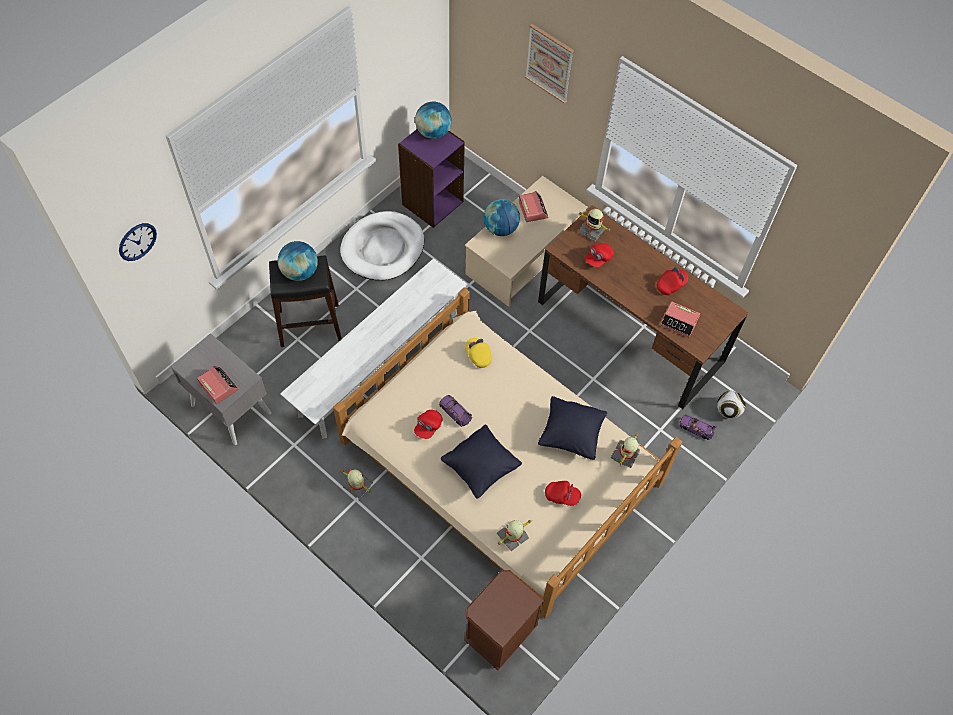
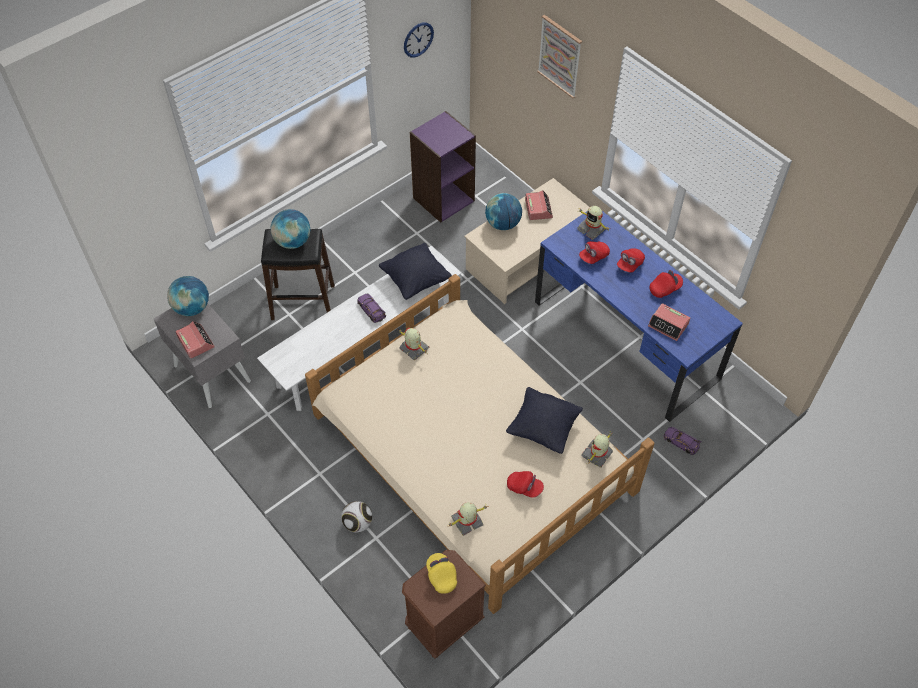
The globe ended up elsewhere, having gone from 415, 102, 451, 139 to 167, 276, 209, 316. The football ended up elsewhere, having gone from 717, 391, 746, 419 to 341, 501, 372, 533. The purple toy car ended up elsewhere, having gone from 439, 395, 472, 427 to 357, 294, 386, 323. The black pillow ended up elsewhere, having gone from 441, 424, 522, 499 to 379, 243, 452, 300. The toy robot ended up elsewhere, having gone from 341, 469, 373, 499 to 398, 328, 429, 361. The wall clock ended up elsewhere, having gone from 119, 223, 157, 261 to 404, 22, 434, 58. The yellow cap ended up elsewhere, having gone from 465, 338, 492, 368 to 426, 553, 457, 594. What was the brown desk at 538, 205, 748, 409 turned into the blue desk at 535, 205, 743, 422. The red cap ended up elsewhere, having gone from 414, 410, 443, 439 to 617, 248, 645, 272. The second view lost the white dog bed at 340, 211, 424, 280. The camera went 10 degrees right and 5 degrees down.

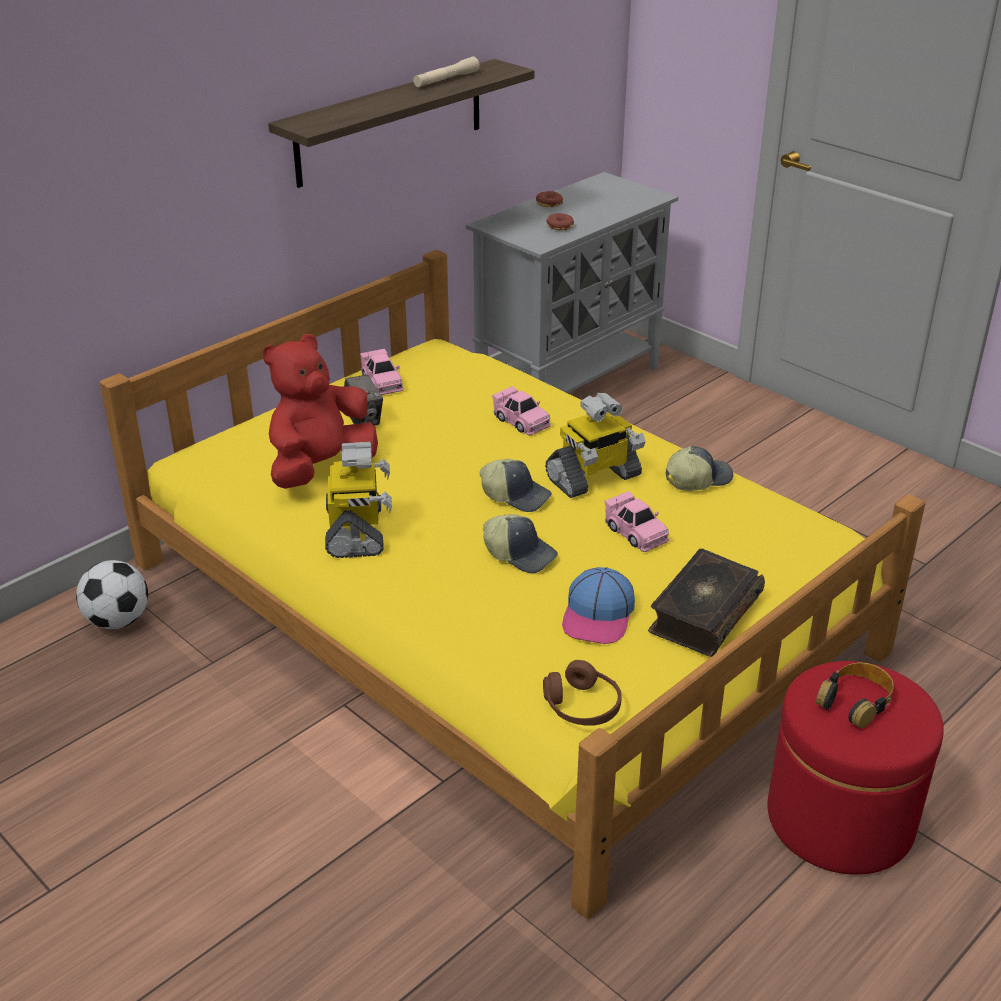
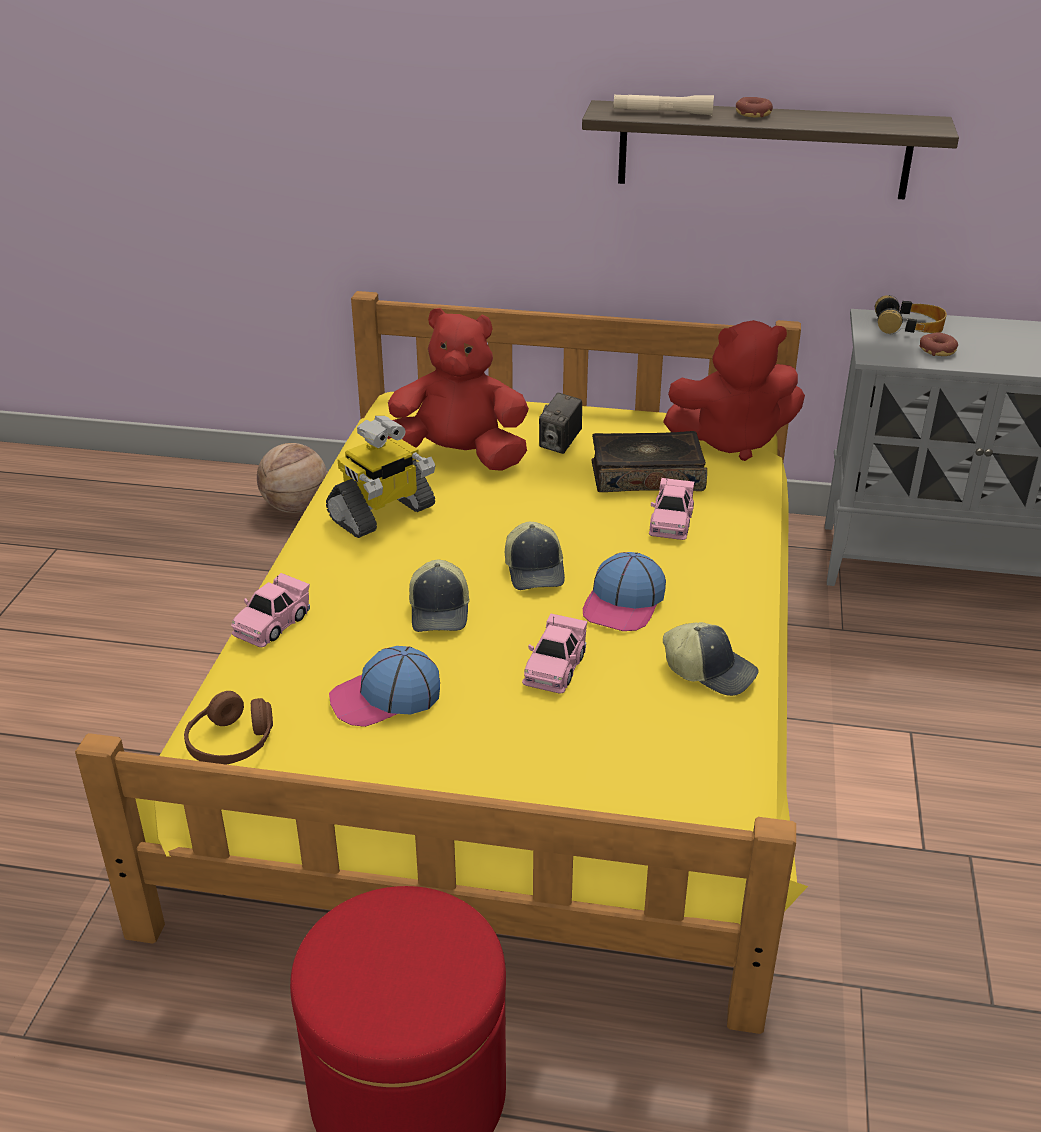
The pink toy car ended up elsewhere, having gone from 360, 349, 404, 395 to 231, 573, 310, 647. Where the football stood at 76, 560, 148, 629, the basketball came to stand at 257, 443, 327, 513. Where the toy robot stood at 545, 393, 646, 498, the cap came to stand at 583, 552, 666, 631. The book ended up elsewhere, having gone from 648, 549, 765, 657 to 591, 431, 707, 492. The beige flashlight ended up elsewhere, having gone from 413, 57, 480, 87 to 613, 94, 714, 115. The second view gained the red plush toy at 663, 320, 805, 461. The donut ended up elsewhere, having gone from 536, 191, 563, 207 to 736, 97, 773, 118. The headphones ended up elsewhere, having gone from 816, 663, 894, 728 to 875, 295, 947, 334. The camera went 55 degrees right and 0 degrees up.

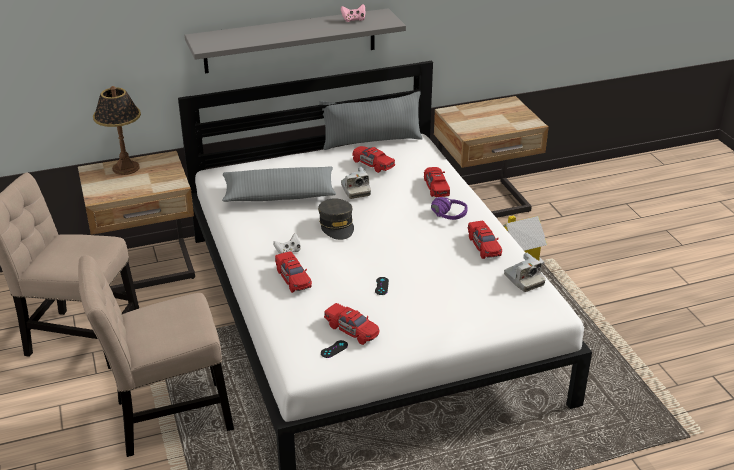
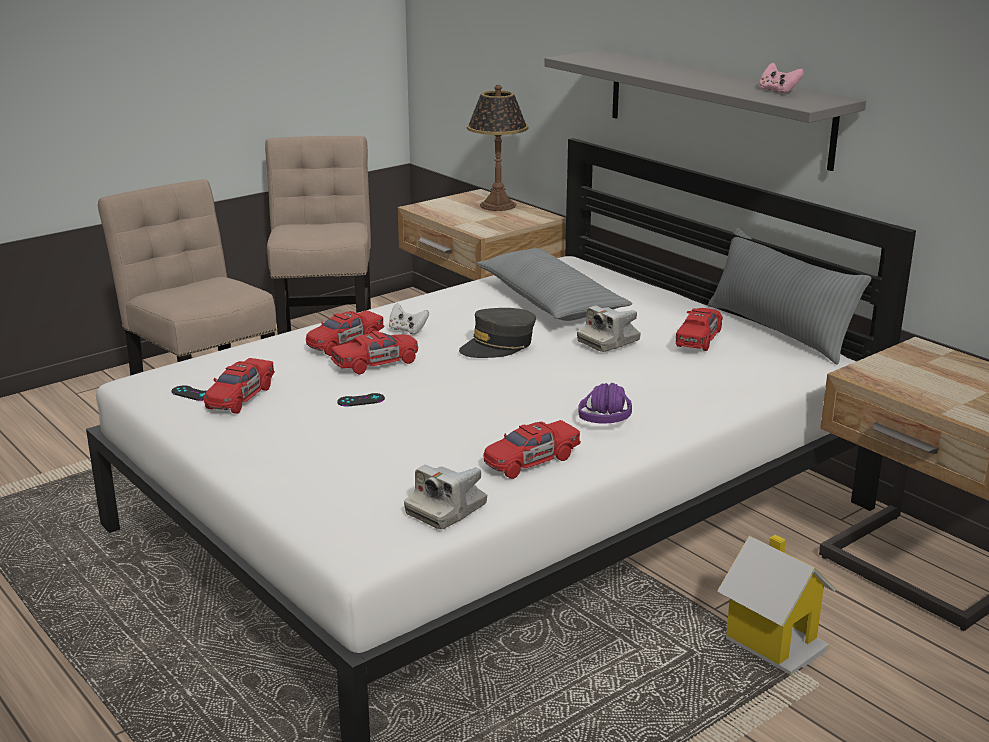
The red toy car ended up elsewhere, having gone from 424, 167, 450, 197 to 331, 331, 418, 374. The camera went 70 degrees right and 10 degrees down.

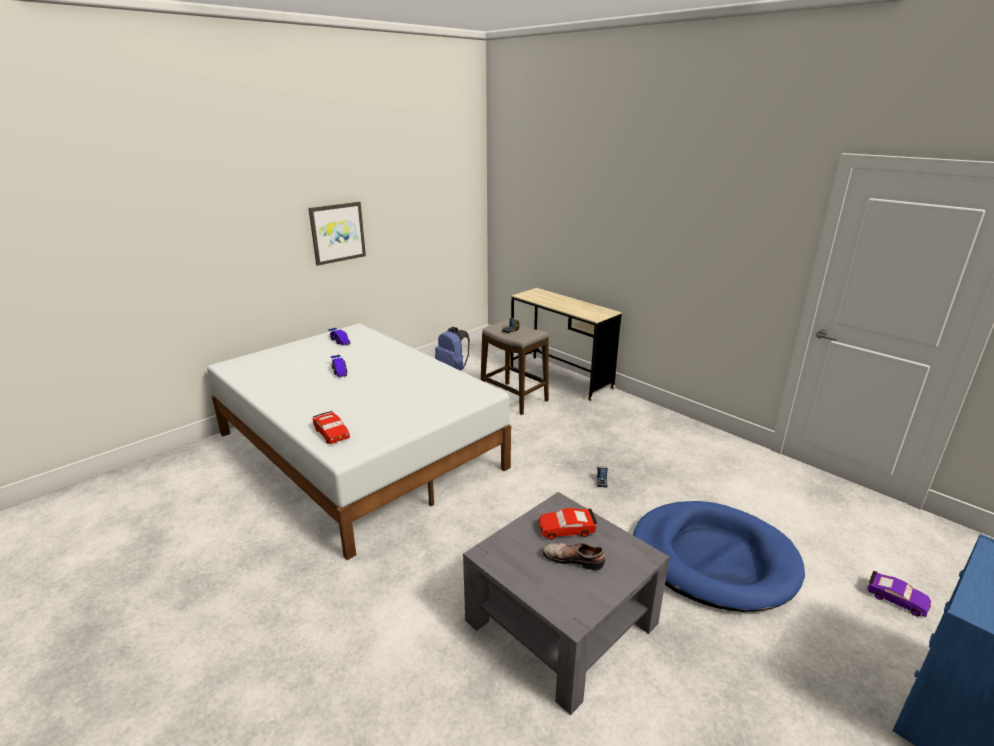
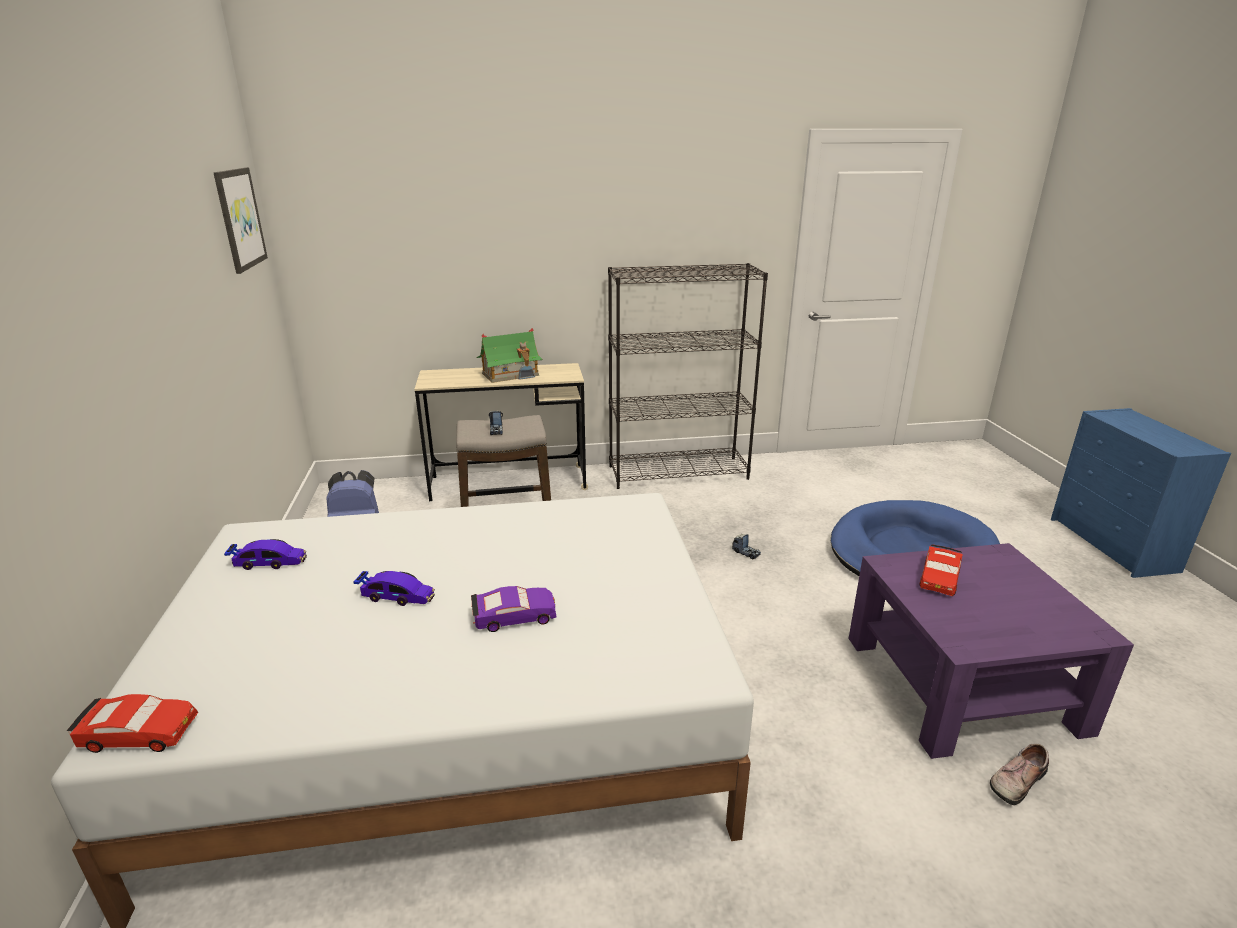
The red toy car ended up elsewhere, having gone from 313, 411, 350, 444 to 66, 694, 198, 753. The picture ended up elsewhere, having gone from 309, 202, 366, 266 to 214, 167, 268, 274. The purple toy car ended up elsewhere, having gone from 867, 571, 931, 617 to 471, 586, 556, 632. The second view gained the toy house at 476, 328, 543, 383. The second view gained the black bookcase at 608, 263, 768, 489. What was the grey coffee table at 463, 492, 669, 715 turned into the purple coffee table at 848, 543, 1134, 759. The shoe ended up elsewhere, having gone from 543, 543, 605, 570 to 990, 743, 1049, 805. The camera went 55 degrees left and 0 degrees up.

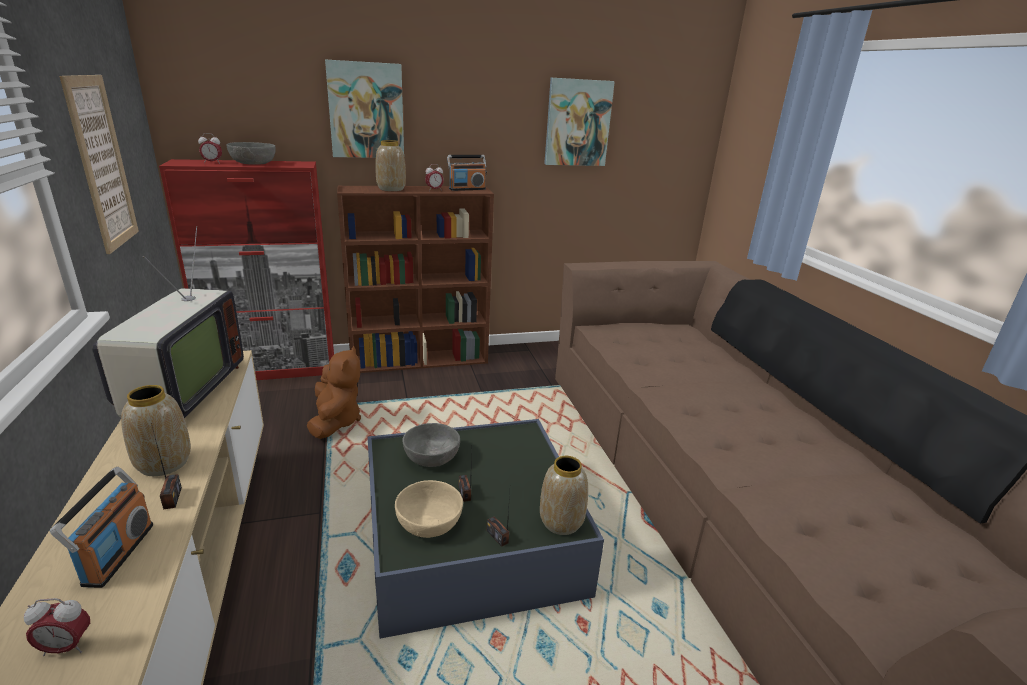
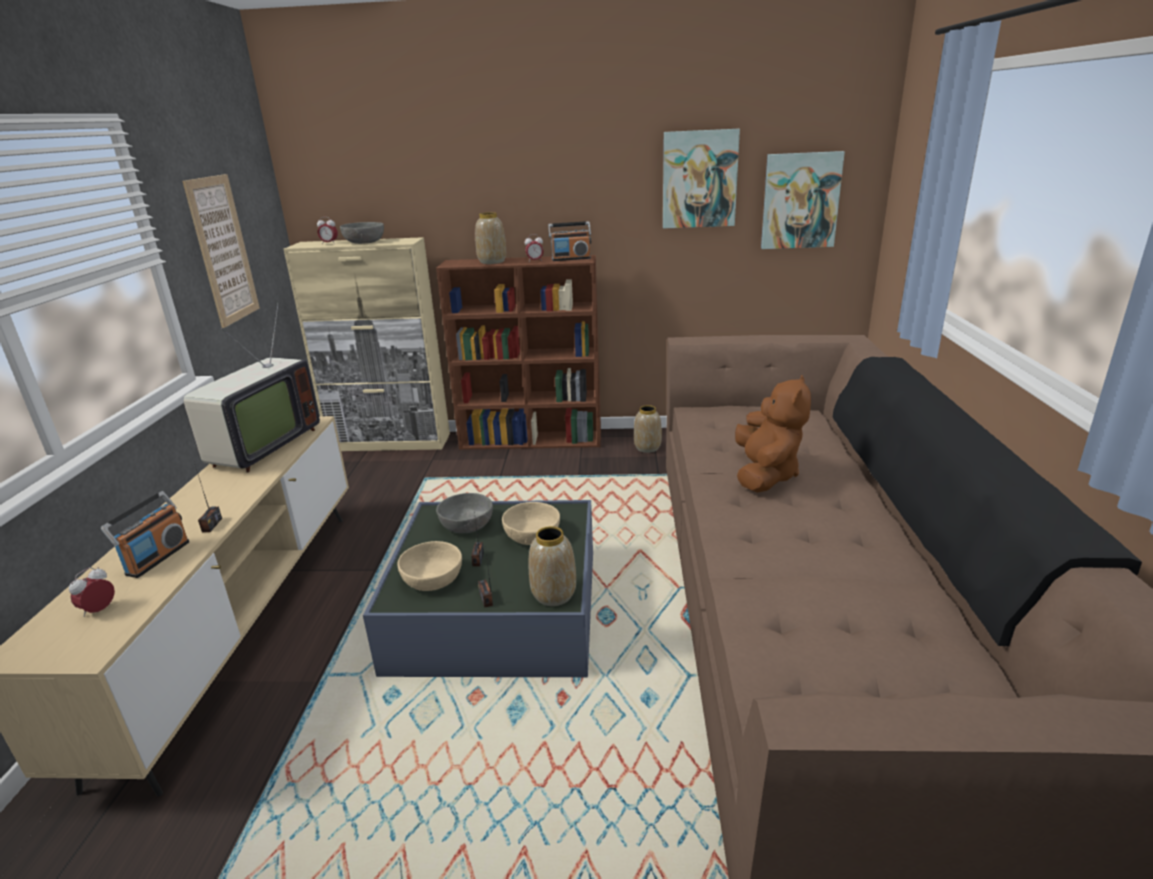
The alarm clock at 24, 598, 90, 656 ended up facing another way, 105 degrees clockwise from before. What was the red cabinet at 159, 159, 334, 380 turned into the beige cabinet at 283, 237, 450, 451. The second view gained the beige bowl at 502, 502, 560, 545. The vase ended up elsewhere, having gone from 121, 385, 191, 476 to 634, 405, 662, 453. The brown plush toy ended up elsewhere, having gone from 307, 346, 361, 439 to 735, 375, 811, 493. The picture ended up elsewhere, having gone from 325, 60, 404, 158 to 761, 151, 845, 249. The camera went 20 degrees right and 0 degrees up.

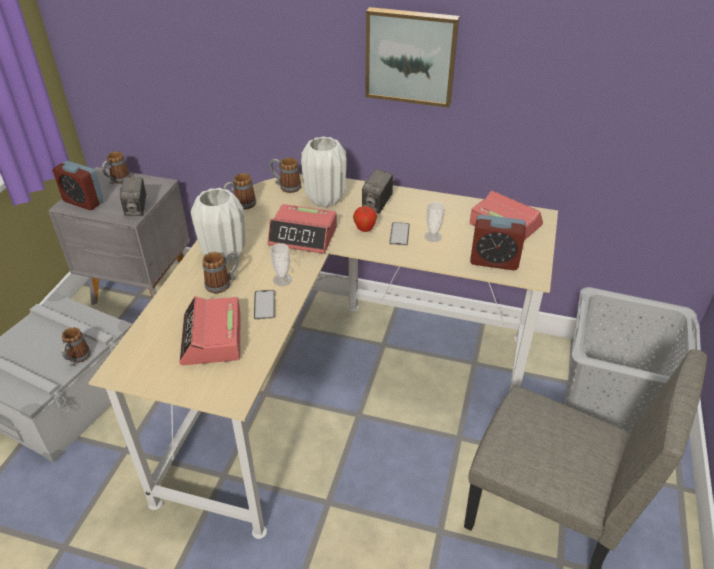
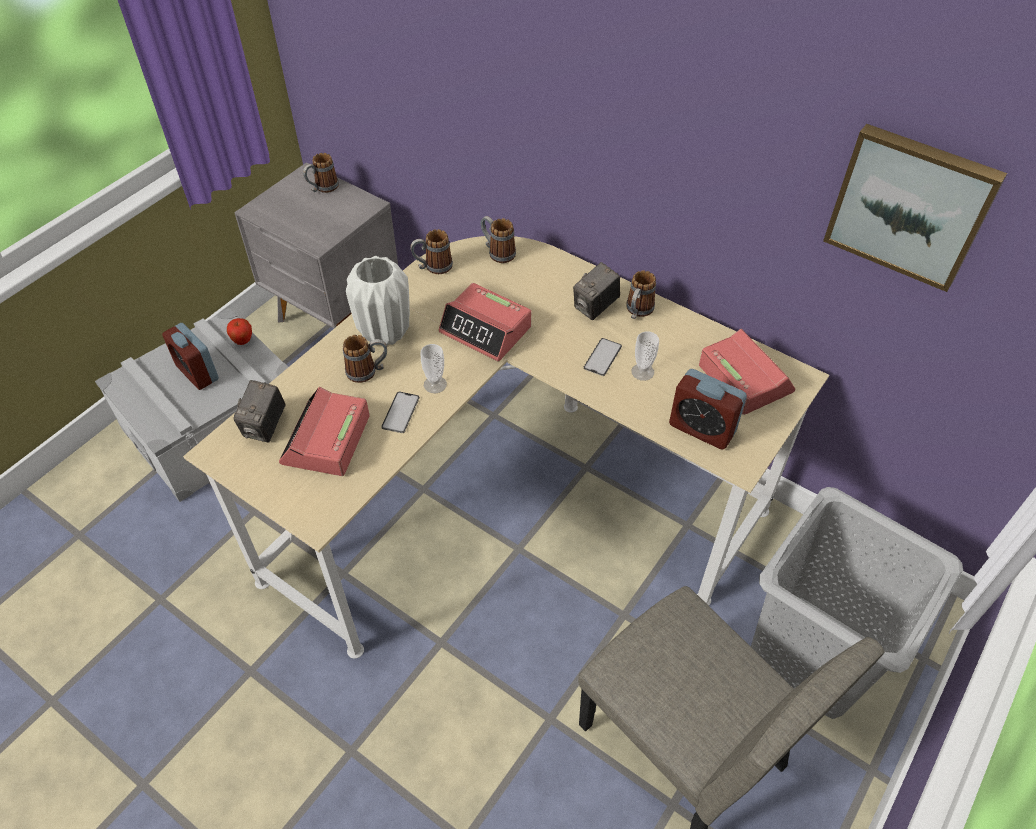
The alarm clock ended up elsewhere, having gone from 53, 161, 104, 210 to 162, 323, 219, 390. The apple ended up elsewhere, having gone from 353, 206, 377, 232 to 227, 318, 252, 345. The photo camera ended up elsewhere, having gone from 120, 177, 146, 216 to 233, 380, 286, 443. The mug ended up elsewhere, having gone from 61, 327, 91, 366 to 626, 270, 656, 319. The picture ended up elsewhere, having gone from 365, 7, 459, 108 to 823, 124, 1007, 292. The second view lost the white vase at 301, 136, 347, 207. The camera went 20 degrees right and 10 degrees up.

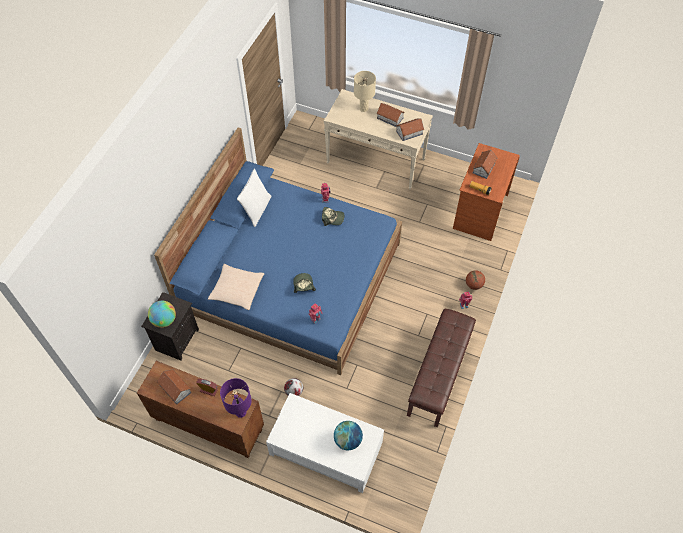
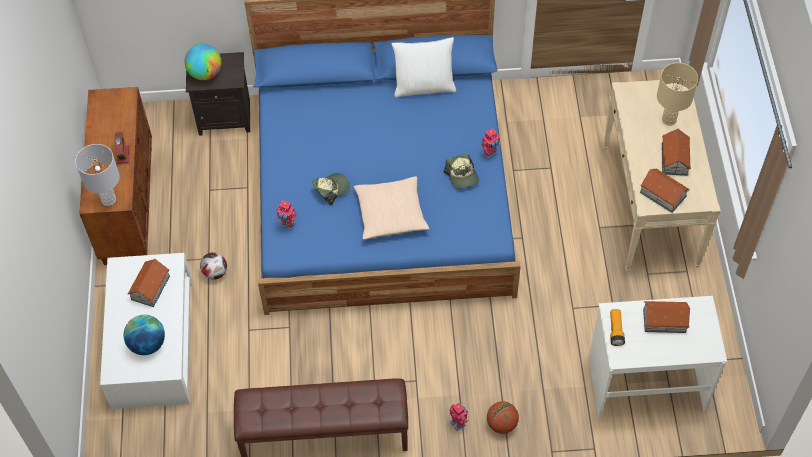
What was the purple table lamp at 220, 378, 252, 418 turned into the grey table lamp at 75, 144, 120, 206. The toy house ended up elsewhere, having gone from 157, 369, 191, 404 to 128, 259, 170, 307. The beige pillow ended up elsewhere, having gone from 208, 264, 265, 310 to 354, 176, 429, 240. What was the brown desk at 453, 143, 520, 241 turned into the white desk at 589, 296, 727, 419. The camera went 65 degrees right and 0 degrees up.

